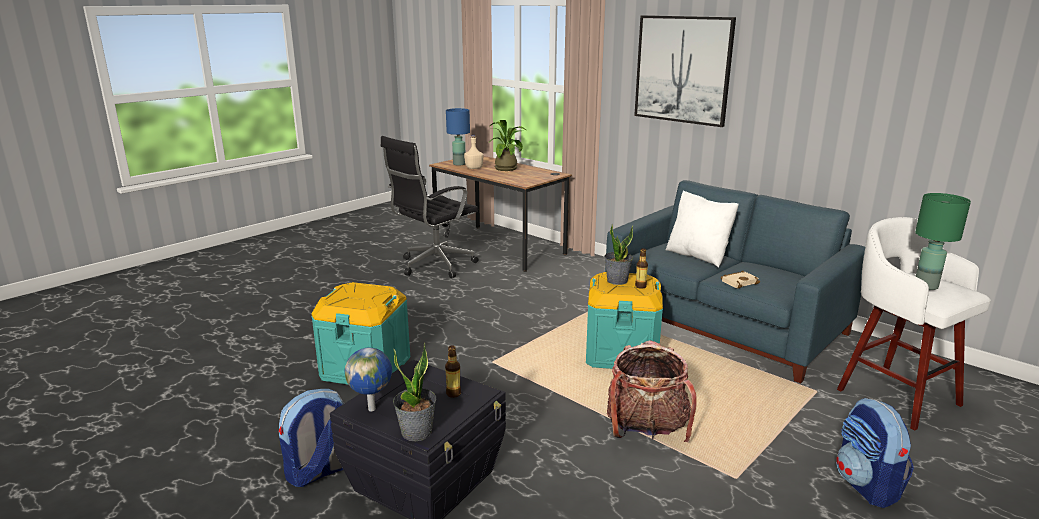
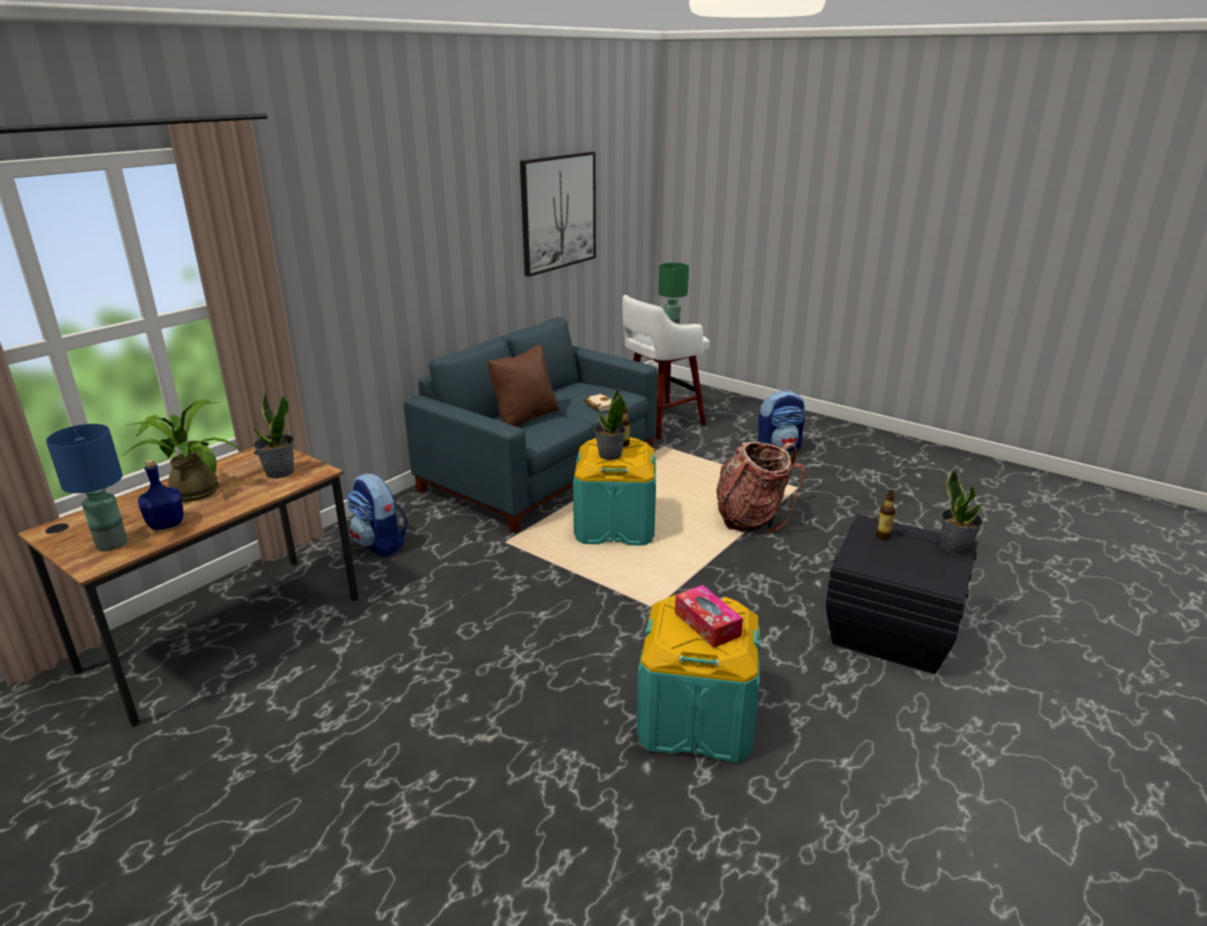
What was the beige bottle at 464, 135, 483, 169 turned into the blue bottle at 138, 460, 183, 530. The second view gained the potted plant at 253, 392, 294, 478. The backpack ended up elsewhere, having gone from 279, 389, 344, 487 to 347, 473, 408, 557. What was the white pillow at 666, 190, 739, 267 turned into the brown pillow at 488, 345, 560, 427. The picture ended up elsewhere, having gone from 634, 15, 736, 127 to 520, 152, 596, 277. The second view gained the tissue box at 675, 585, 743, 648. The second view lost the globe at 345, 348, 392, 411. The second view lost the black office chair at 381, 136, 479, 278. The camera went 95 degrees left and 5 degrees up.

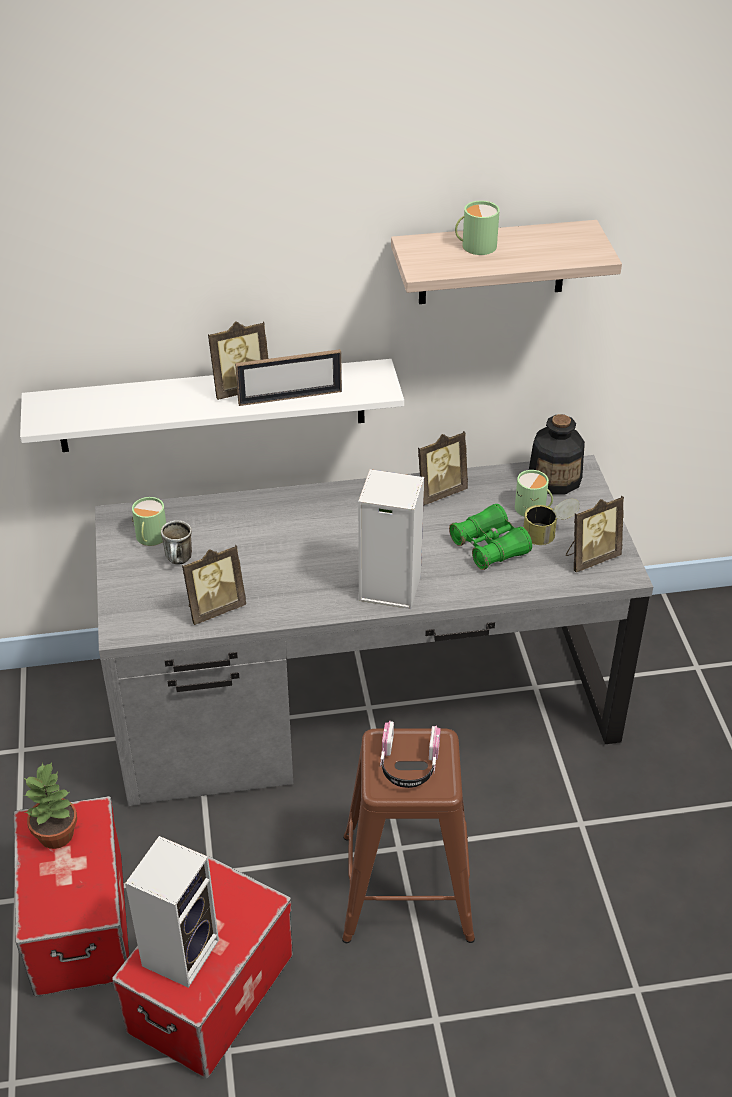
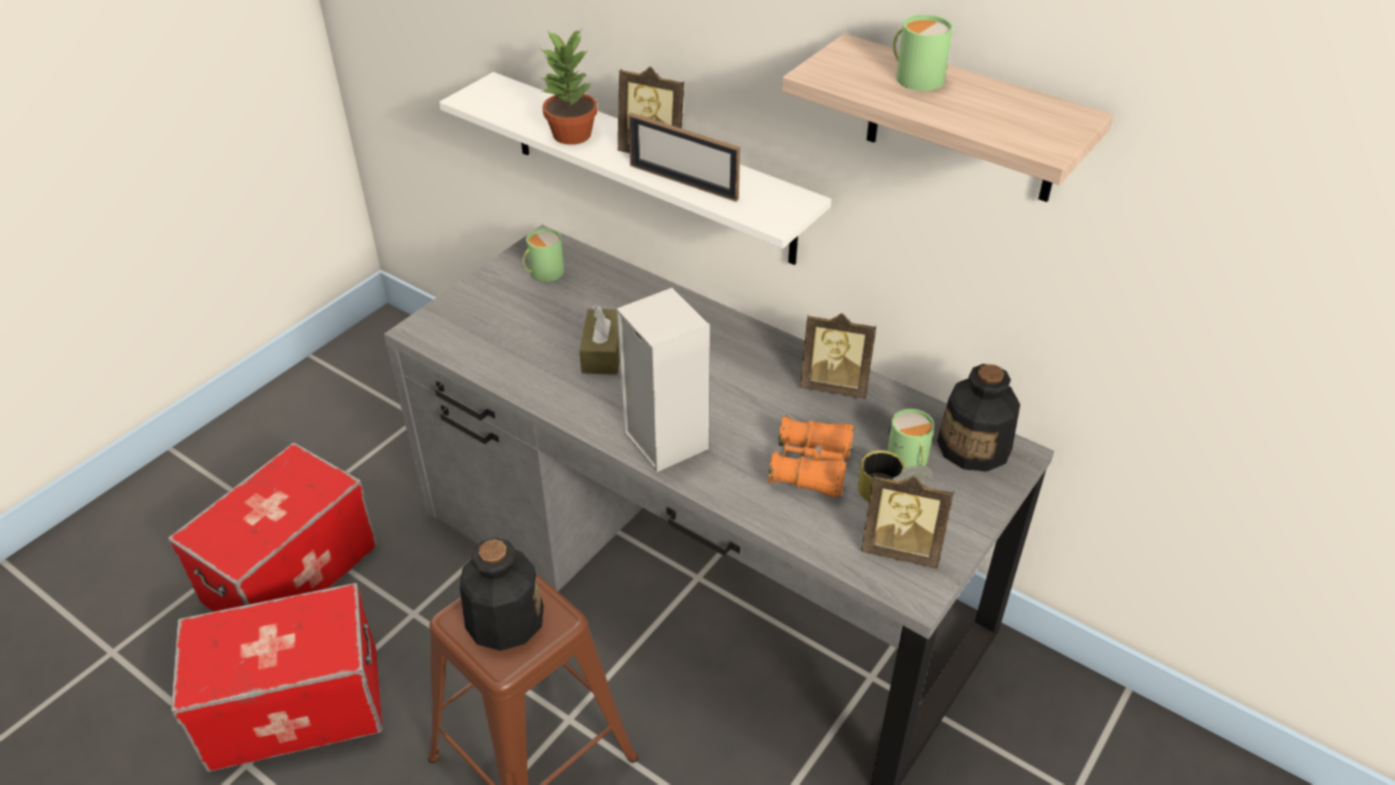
Where the headphones stood at 380, 721, 441, 788, the bottle came to stand at 460, 538, 544, 651. The potted plant ended up elsewhere, having gone from 24, 762, 77, 849 to 540, 30, 597, 145. The second view gained the brown tissue box at 580, 304, 620, 375. What was the green binoculars at 449, 504, 532, 570 turned into the orange binoculars at 768, 416, 854, 498. The second view lost the speaker at 125, 836, 219, 988. The second view lost the mug at 161, 520, 192, 565. The second view lost the picture frame at 182, 545, 246, 625. The camera went 45 degrees right and 0 degrees up.

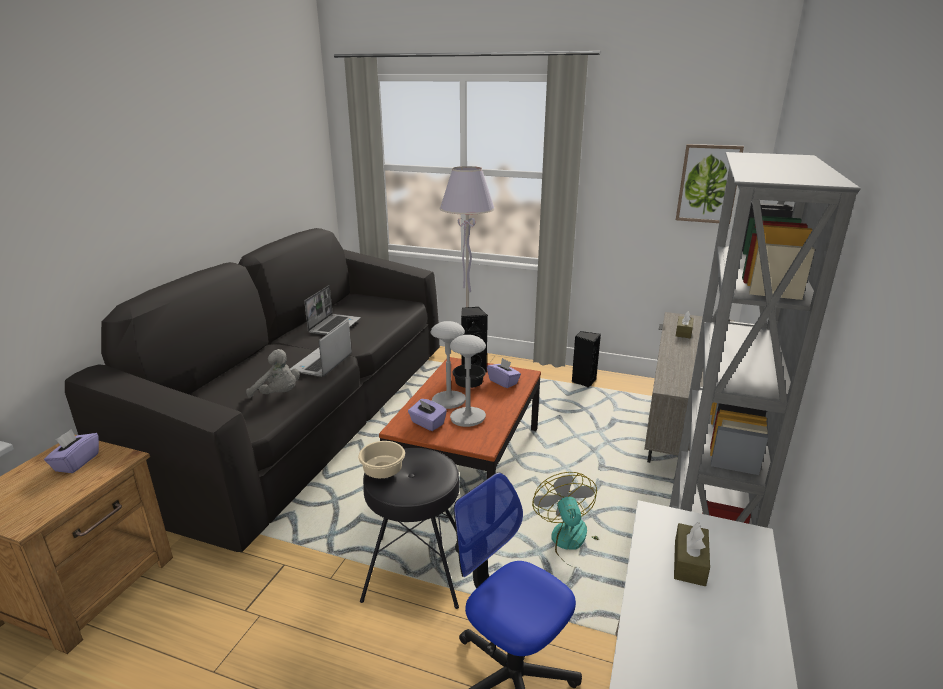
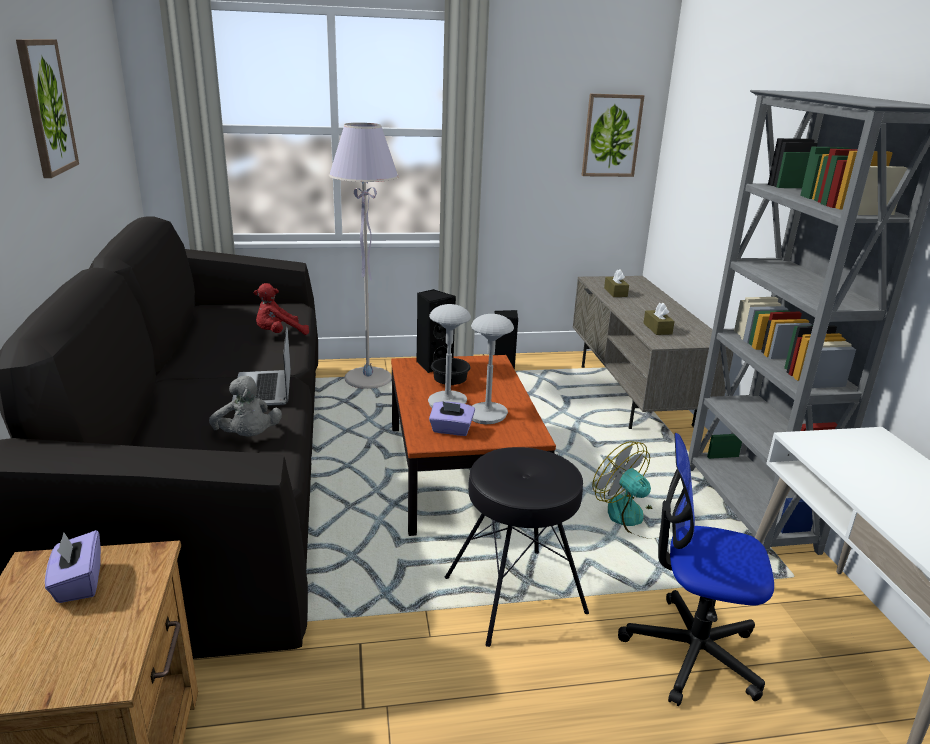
The second view gained the picture at 16, 39, 79, 178. The grey plush toy at 246, 349, 300, 398 ended up facing another way, 60 degrees clockwise from before. The second view gained the red plush toy at 254, 283, 309, 335. The brown tissue box ended up elsewhere, having gone from 674, 522, 710, 586 to 643, 303, 675, 335. The second view lost the laptop at 304, 285, 361, 335. The second view lost the beige bowl at 358, 441, 405, 478. The second view lost the purple tissue box at 487, 358, 521, 388. The camera went 30 degrees left and 0 degrees up.

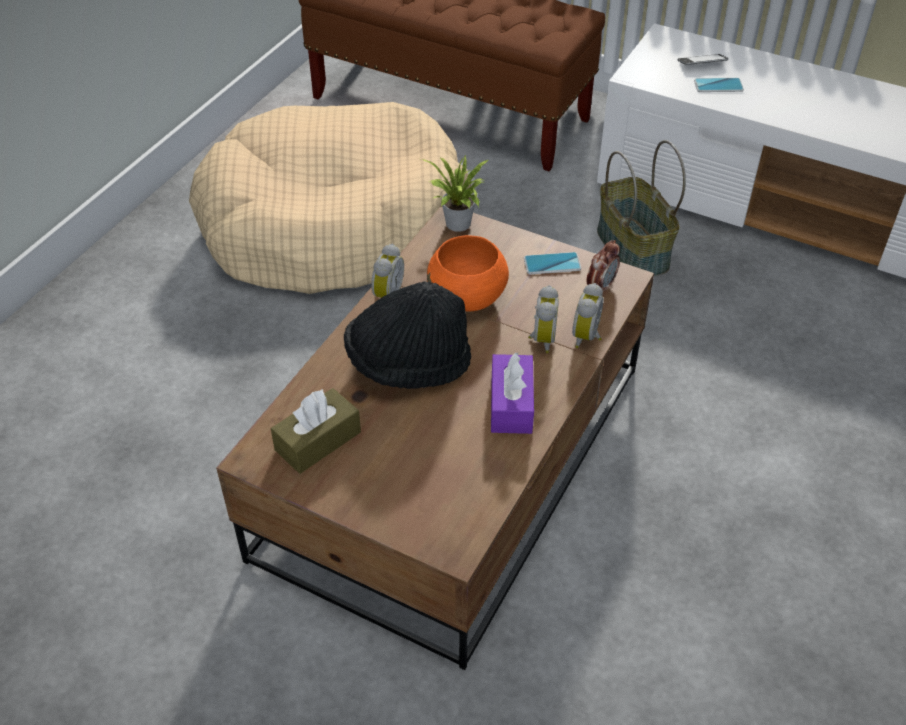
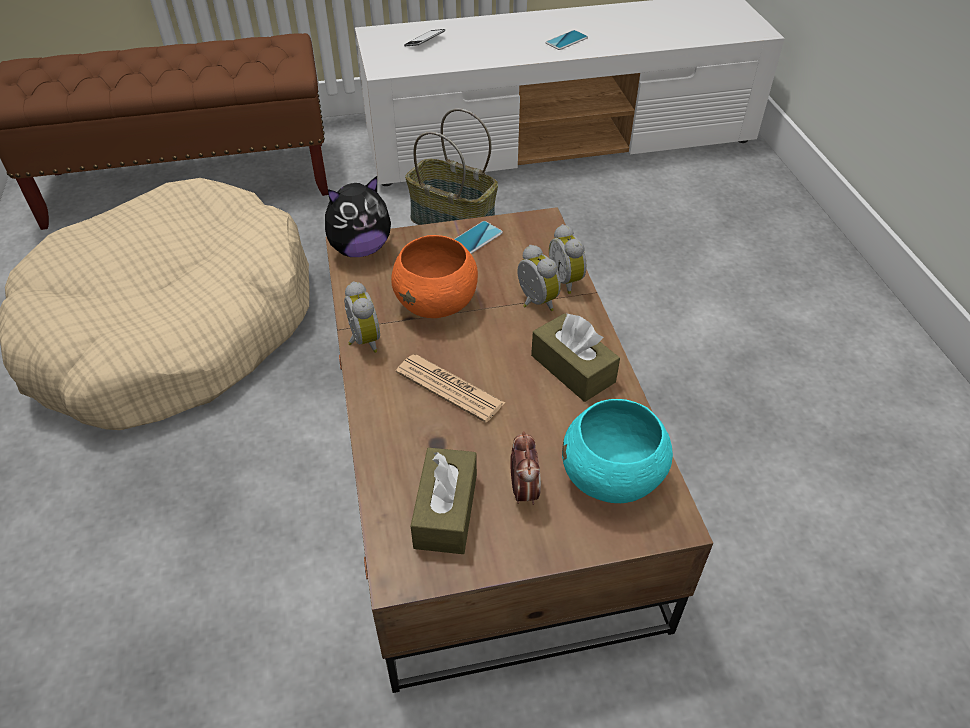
Where the potted plant stood at 421, 155, 488, 232, the plush toy came to stand at 325, 176, 391, 257. Where the black hat stood at 344, 281, 471, 389, the newspaper came to stand at 396, 354, 505, 423. The alarm clock ended up elsewhere, having gone from 586, 240, 620, 291 to 510, 431, 541, 505. What was the purple tissue box at 491, 352, 534, 434 turned into the brown tissue box at 531, 313, 620, 402. The phone ended up elsewhere, having gone from 694, 78, 744, 92 to 546, 30, 588, 50. The second view gained the turquoise bowl at 562, 399, 673, 503. The camera went 40 degrees left and 0 degrees up.

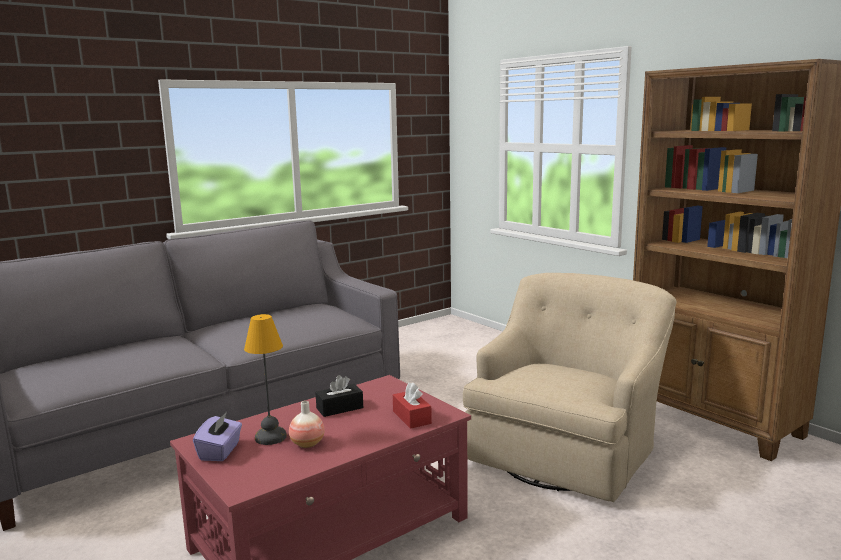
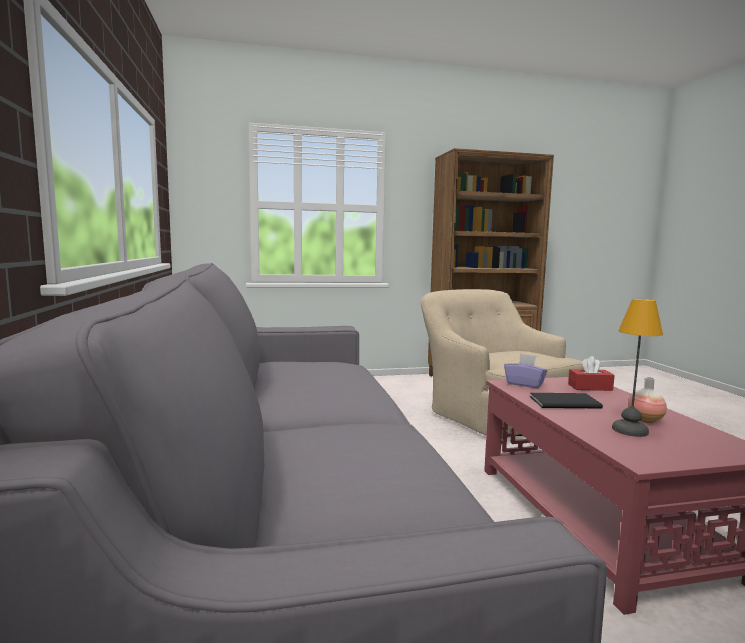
The purple tissue box ended up elsewhere, having gone from 193, 412, 242, 461 to 504, 354, 548, 388. Where the black tissue box stood at 315, 375, 363, 417, the black book came to stand at 530, 393, 603, 409. The camera went 65 degrees left and 5 degrees down.

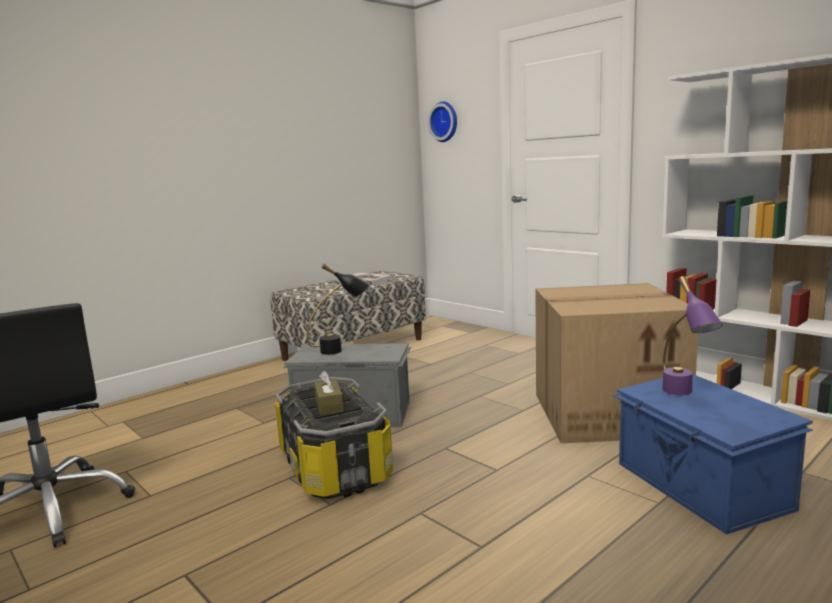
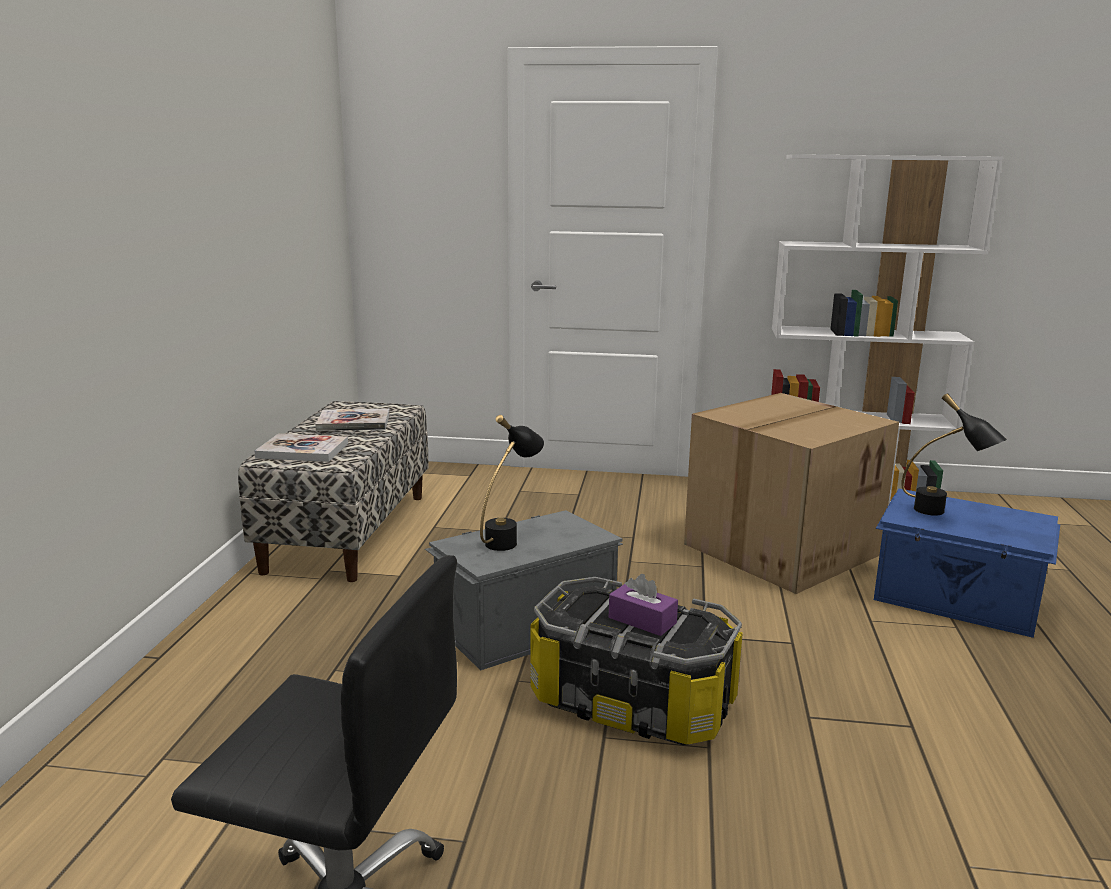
The second view gained the book at 255, 434, 348, 462. What was the brown tissue box at 314, 371, 344, 415 turned into the purple tissue box at 609, 574, 678, 636. What was the purple table lamp at 662, 276, 723, 395 turned into the black table lamp at 901, 393, 1007, 516. The second view lost the wall clock at 428, 101, 457, 142. The camera went 40 degrees left and 5 degrees up.

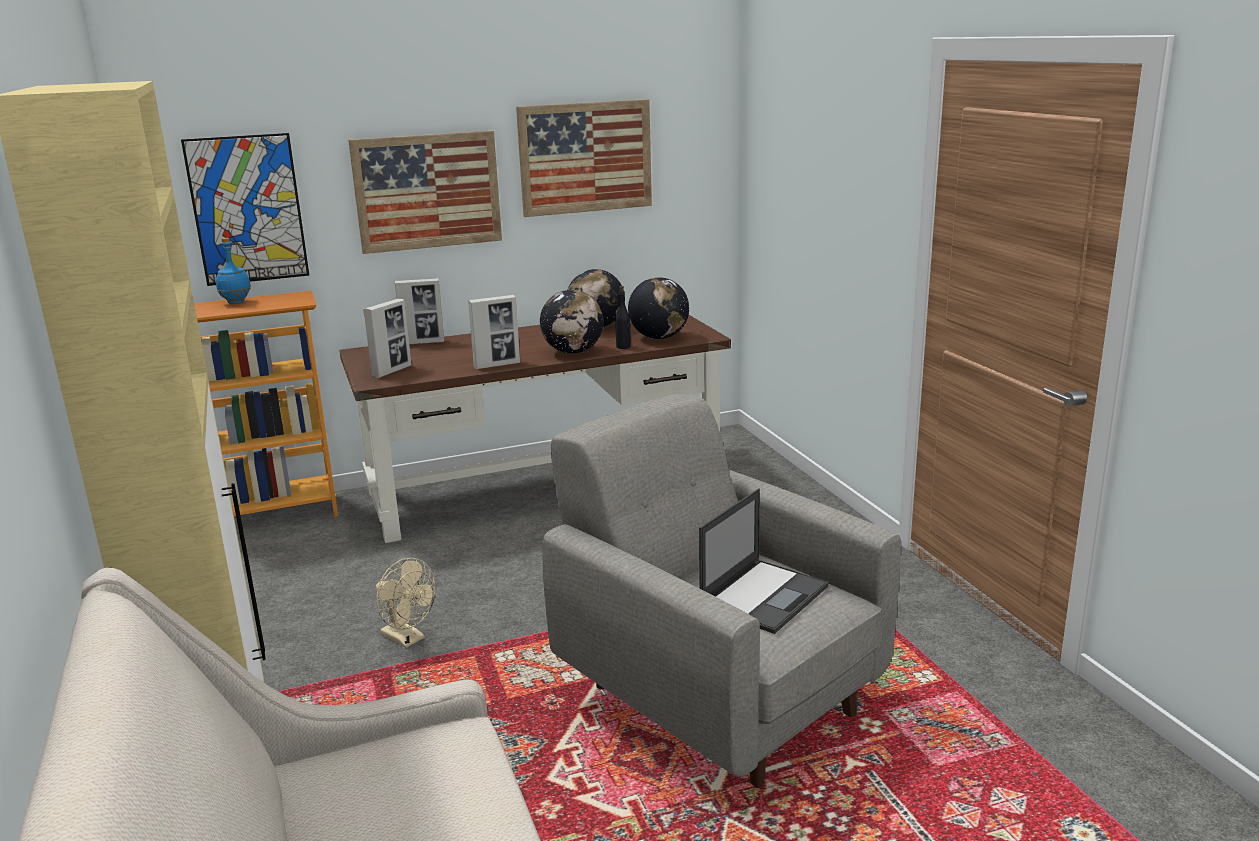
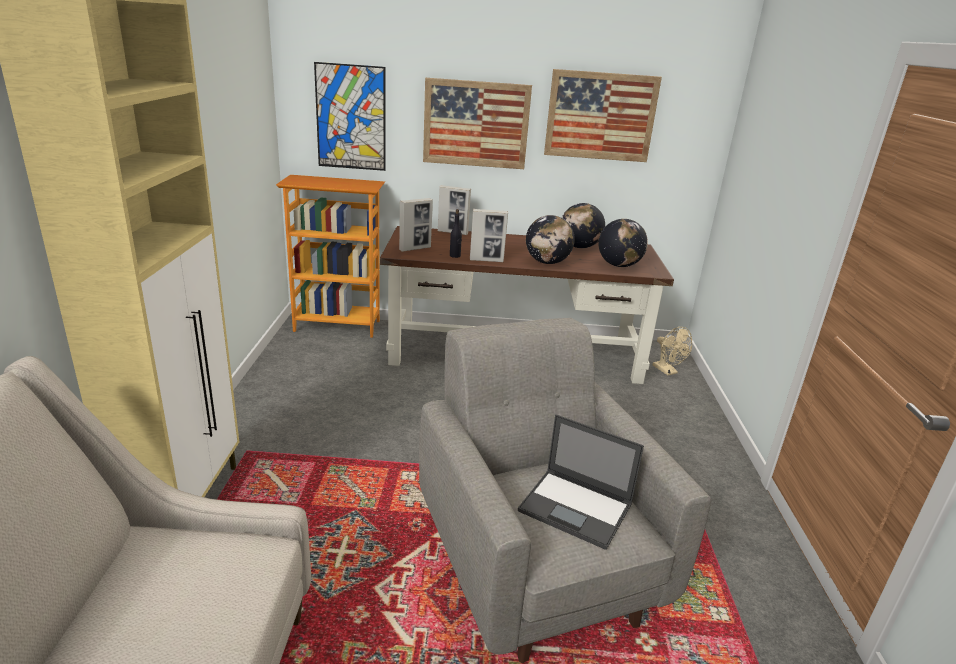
The black bottle ended up elsewhere, having gone from 615, 286, 631, 349 to 450, 209, 462, 258. The laptop at 699, 488, 829, 634 ended up facing another way, 60 degrees clockwise from before. The beige fan ended up elsewhere, having gone from 376, 558, 436, 648 to 652, 327, 692, 375. The second view lost the blue bottle at 216, 238, 251, 304. The camera went 20 degrees right and 5 degrees up.

